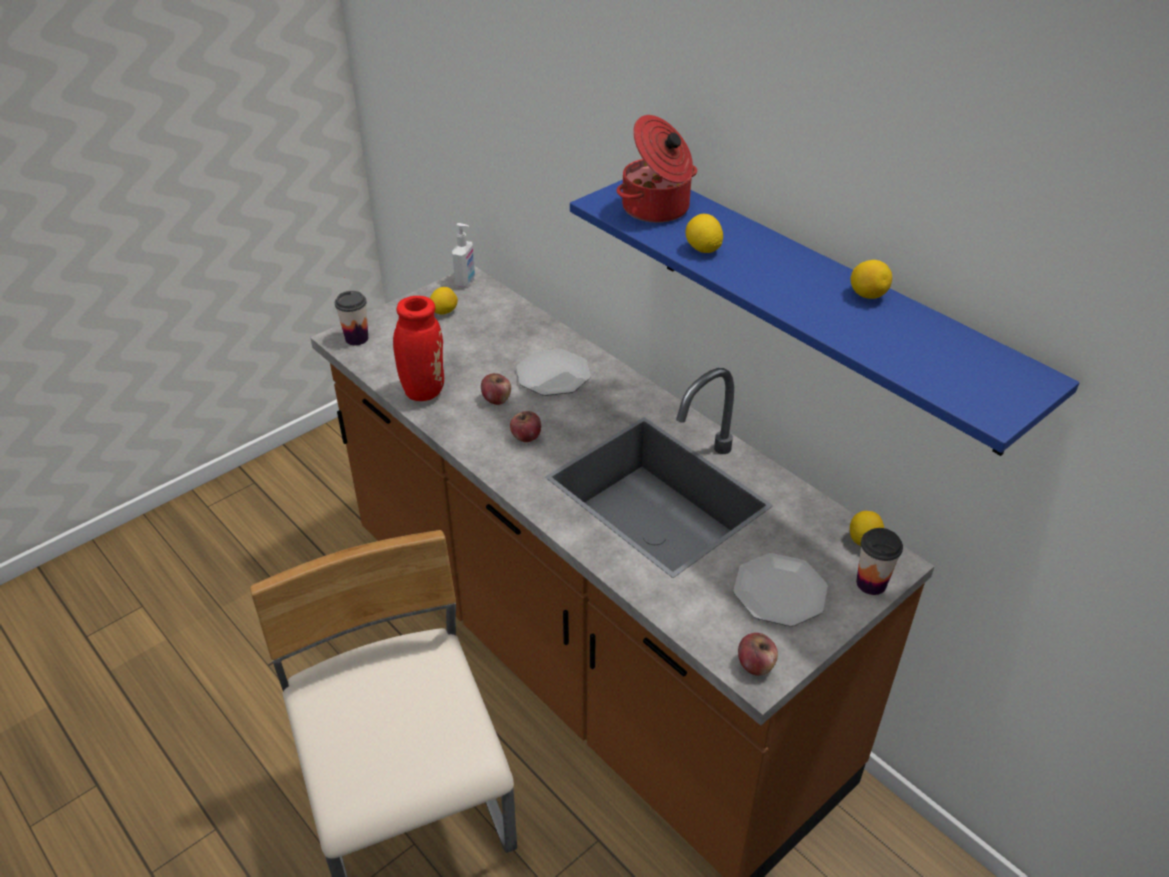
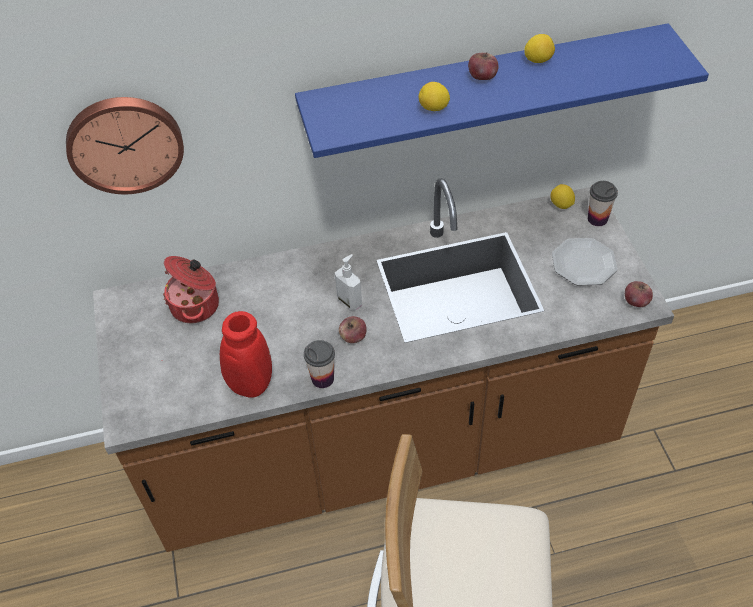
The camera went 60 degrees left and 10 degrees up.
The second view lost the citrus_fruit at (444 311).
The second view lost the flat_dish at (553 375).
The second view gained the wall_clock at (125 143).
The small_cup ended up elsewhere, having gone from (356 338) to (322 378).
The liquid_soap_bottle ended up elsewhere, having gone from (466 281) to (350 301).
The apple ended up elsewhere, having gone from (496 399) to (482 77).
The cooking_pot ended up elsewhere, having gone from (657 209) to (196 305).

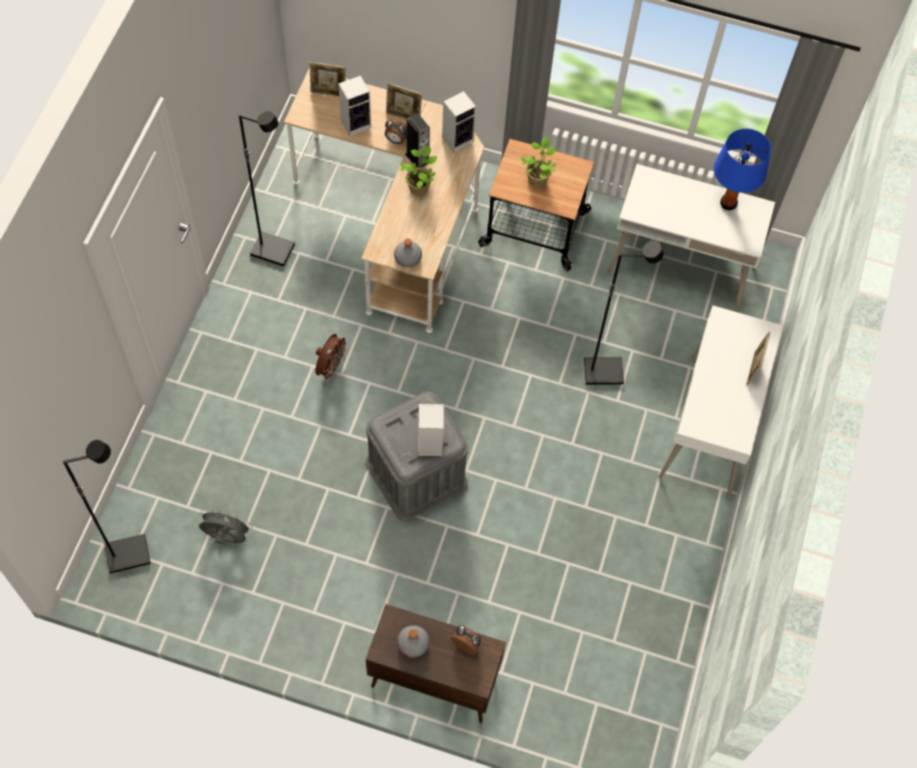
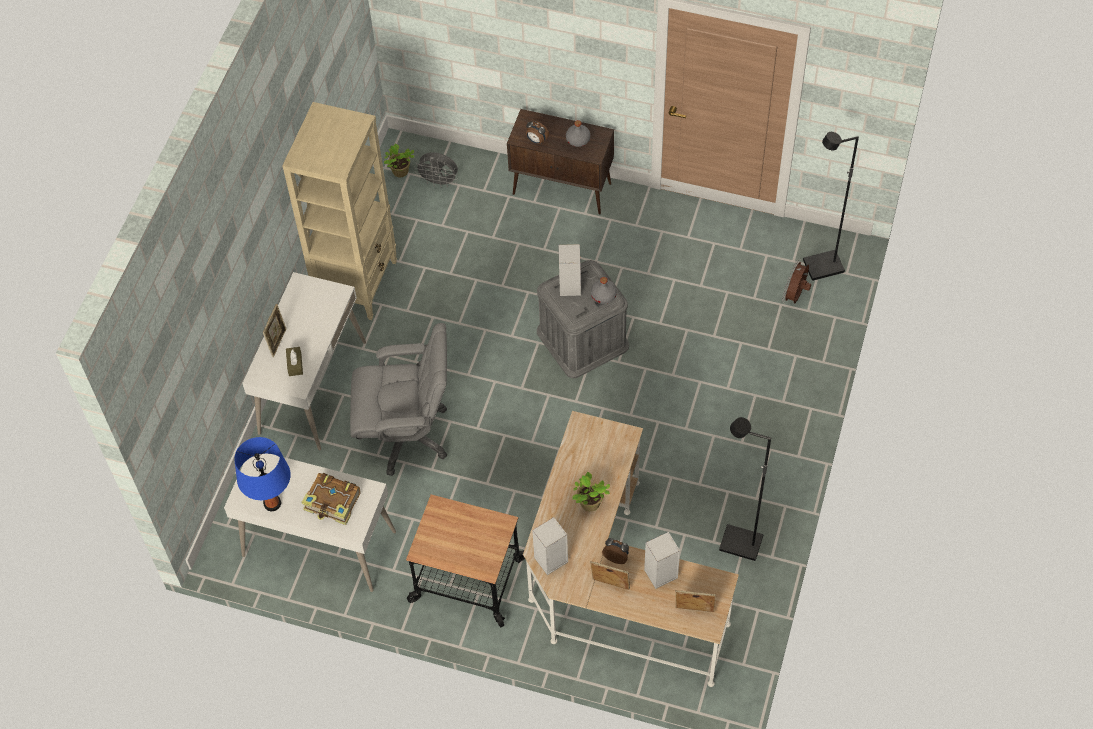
The camera went 175 degrees left and 5 degrees down.
The second view lost the speaker at (417 158).
The second view gained the beige_bookcase at (358 283).
The second view gained the brown_tissue_box at (295 364).
The second view gained the volume at (333 503).
The gray_electric_fan ended up elsewhere, having gone from (226 537) to (439 182).
The brown_electric_fan ended up elsewhere, having gone from (331 368) to (795 296).
The gray_drink_bottle ended up elsewhere, having gone from (407 258) to (604 295).
The houseplant ended up elsewhere, having gone from (537 179) to (400 172).
Where the blackish_floor_lamp stood at (604 371), the gray_office_chair came to stand at (407 434).

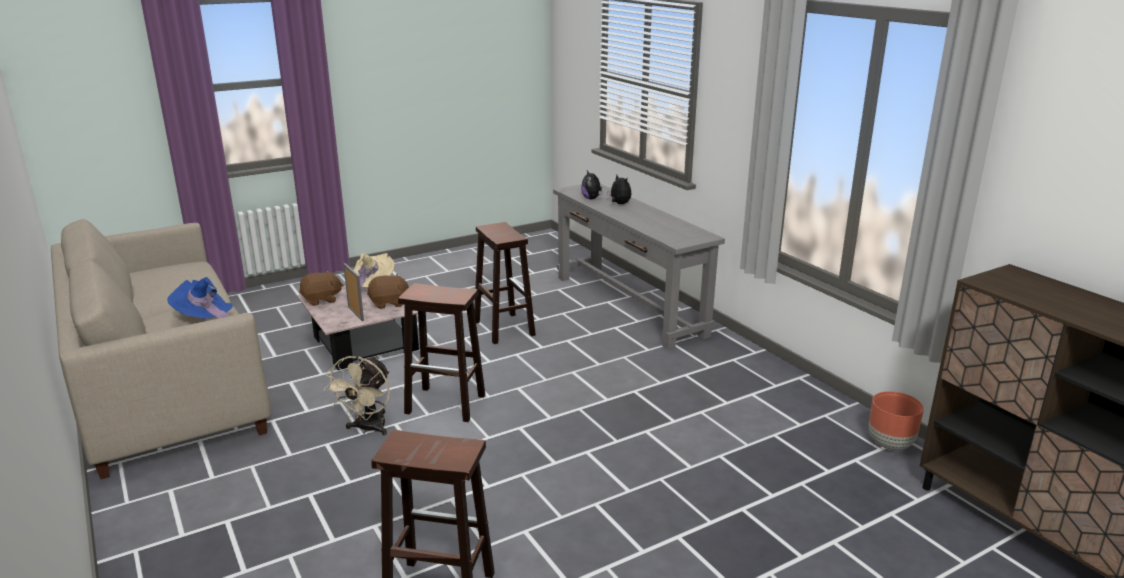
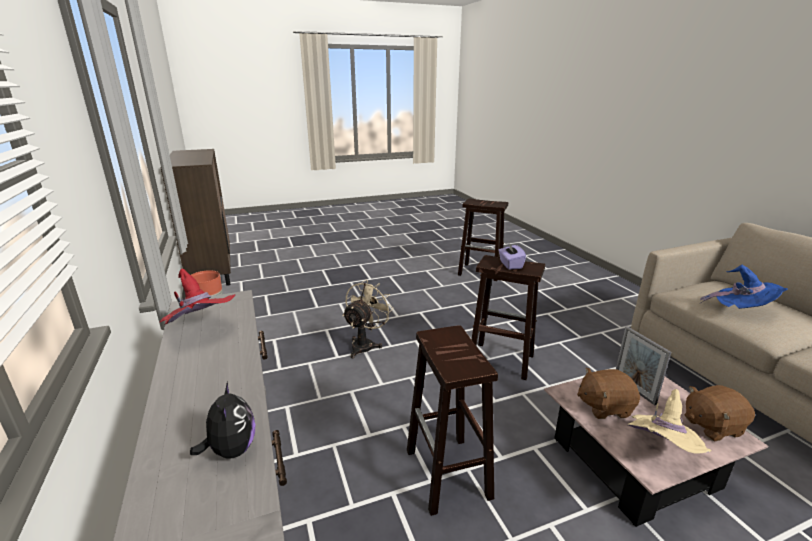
The camera went 170 degrees left and 0 degrees up.
The second view lost the plush_toy at (619 204).
The second view gained the red-coloured_wearable_hat at (201 329).
The second view gained the purple_tissue_box at (510 265).
The beige_electric_fan ended up elsewhere, having gone from (368 429) to (365 344).

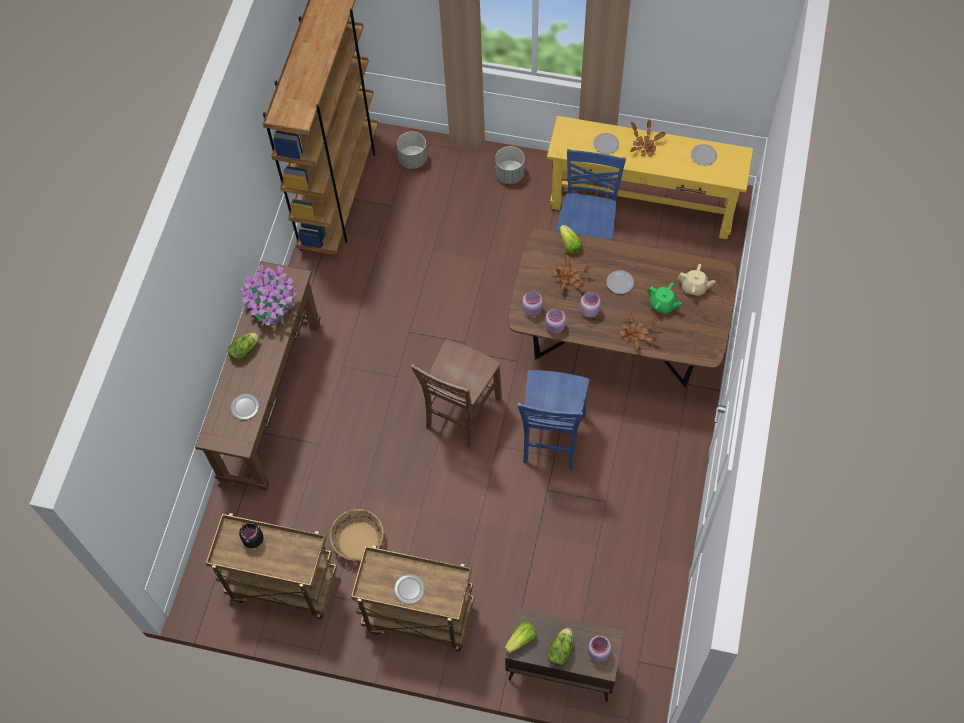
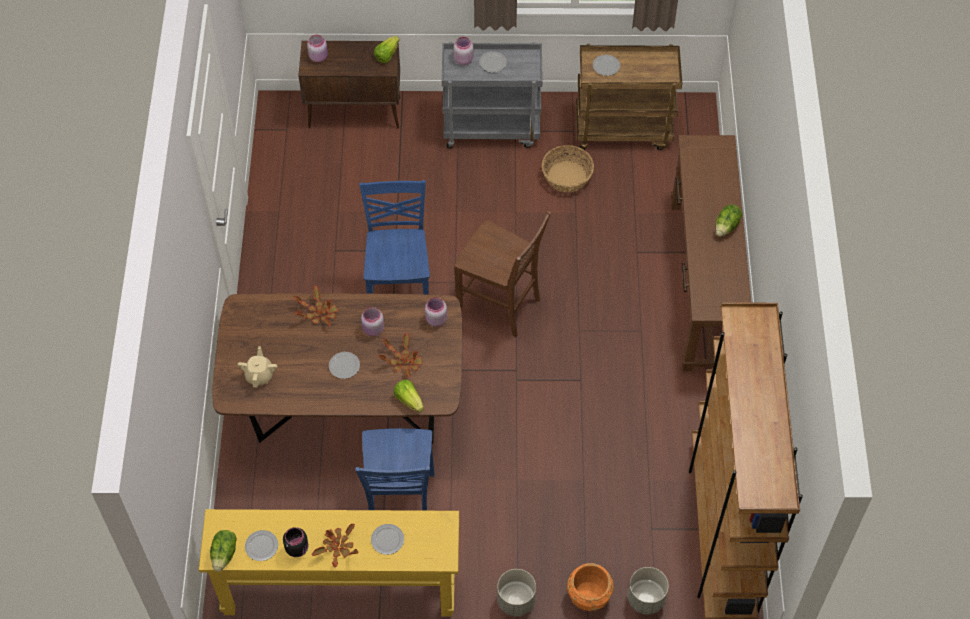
The camera went 165 degrees right and 5 degrees down.
The second view lost the houseplant at (271 305).
The second view lost the greenish_teapot at (662 305).
The second view gained the orange-coloured_planter at (588 596).
The flat_dish ended up elsewhere, having gone from (245 407) to (605 66).
The blackish_jar ended up elsewhere, having gone from (253 540) to (298 548).
The pink-coloured_jar ended up elsewhere, having gone from (555 327) to (463 59).
The lettuce ended up elsewhere, having gone from (560 650) to (225 554).
What was the brown_wheeled_cart at (418 617) turned into the gray_wheeled_cart at (492 128).
The brown_upright_chair at (461 413) ended up facing another way, 105 degrees clockwise from before.
The beige_teapot at (694 287) ended up facing another way, 90 degrees clockwise from before.

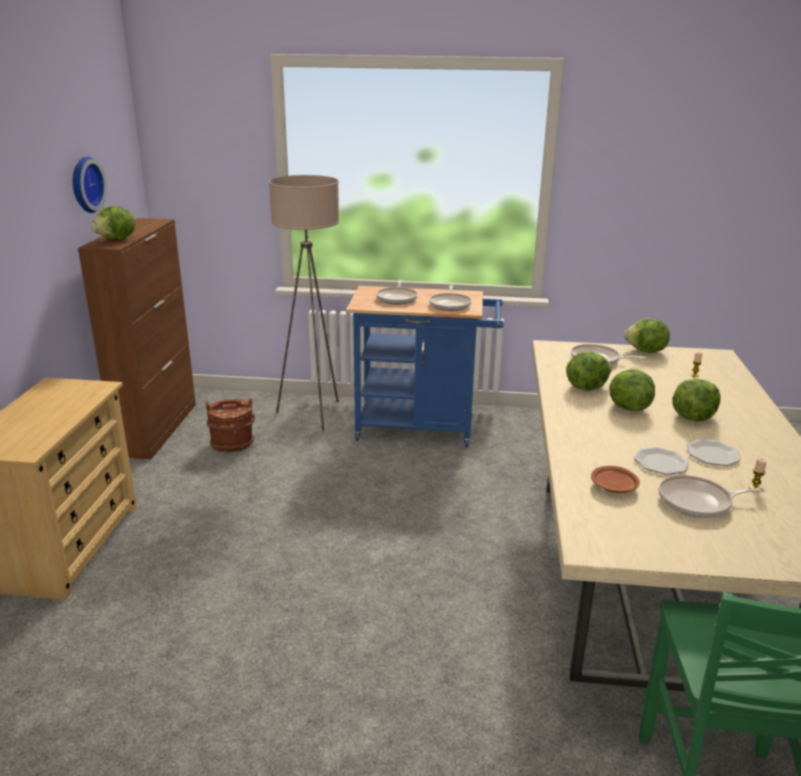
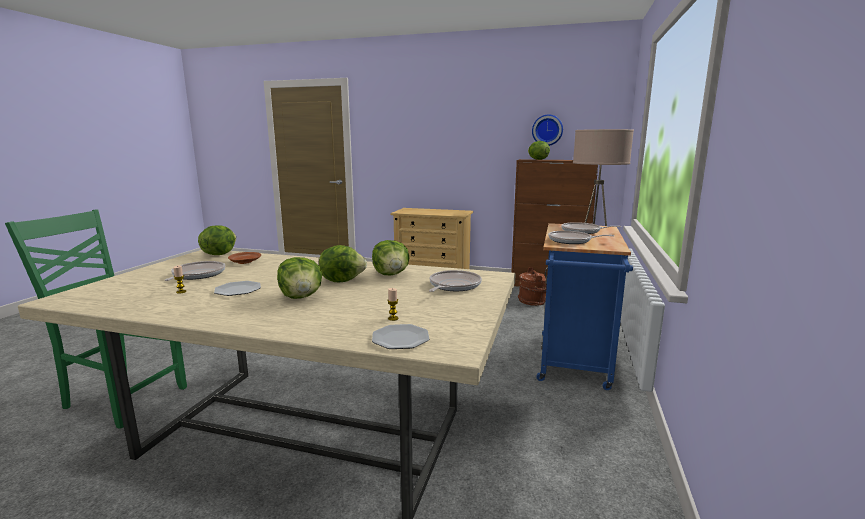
The camera went 100 degrees right and 10 degrees down.
The lettuce ended up elsewhere, having gone from (646 351) to (219 254).
The flat_dish ended up elsewhere, having gone from (661 463) to (400 339).

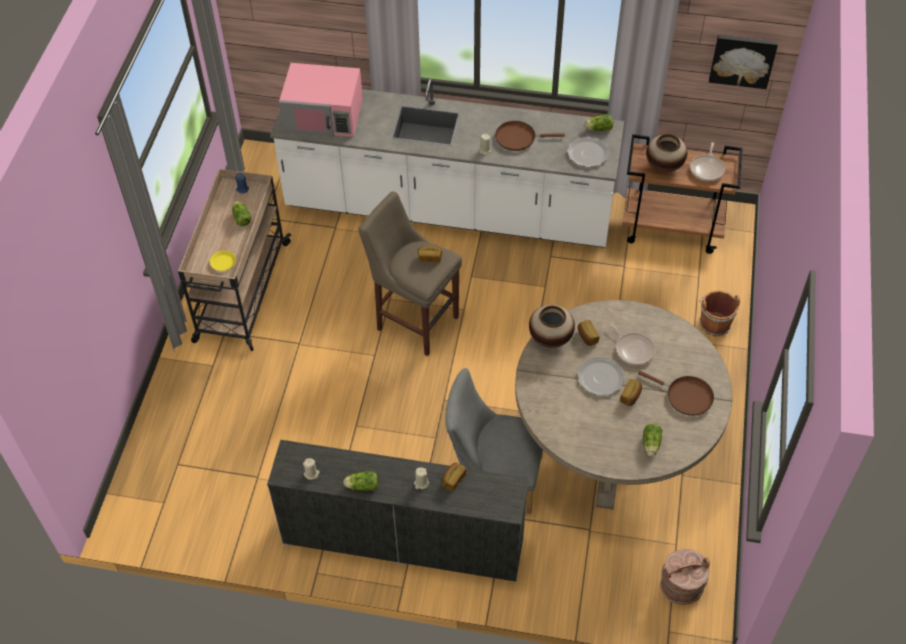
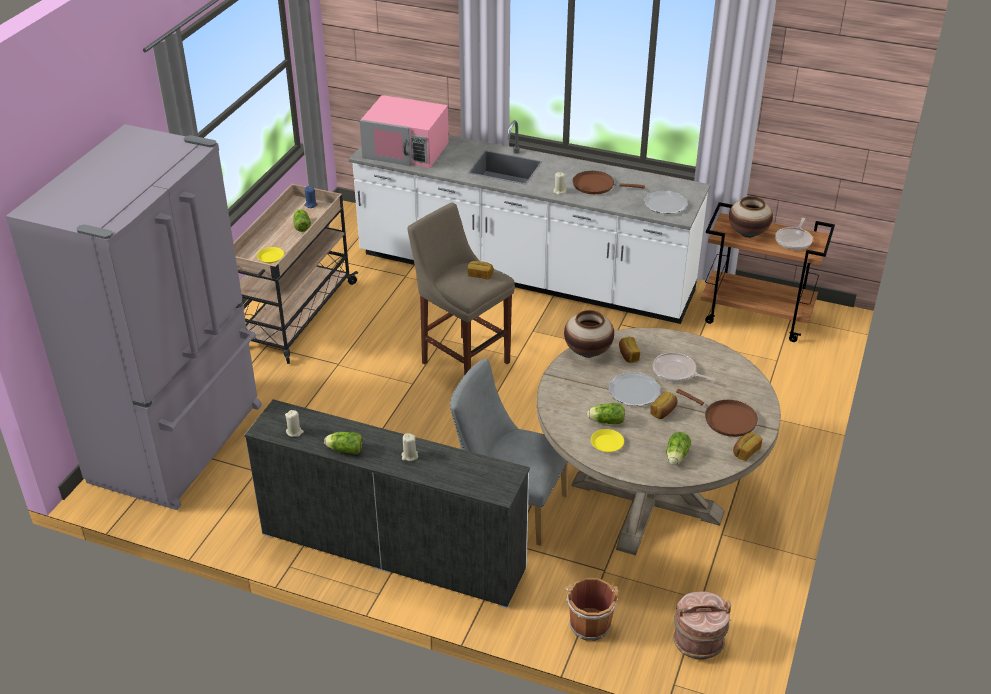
The camera went 10 degrees right and 15 degrees down.
The second view lost the wall_art at (742 60).
The second view gained the gray_refrigerator at (181 443).
The second view gained the yellowish_flat_dish at (607 443).
The bakery_bread ended up elsewhere, having gone from (453 479) to (745 451).
The lettuce ended up elsewhere, having gone from (598 128) to (605 421).
The brown_bucket ended up elsewhere, having gone from (714 323) to (589 623).
The frying_pan at (633 349) ended up facing another way, 150 degrees clockwise from before.

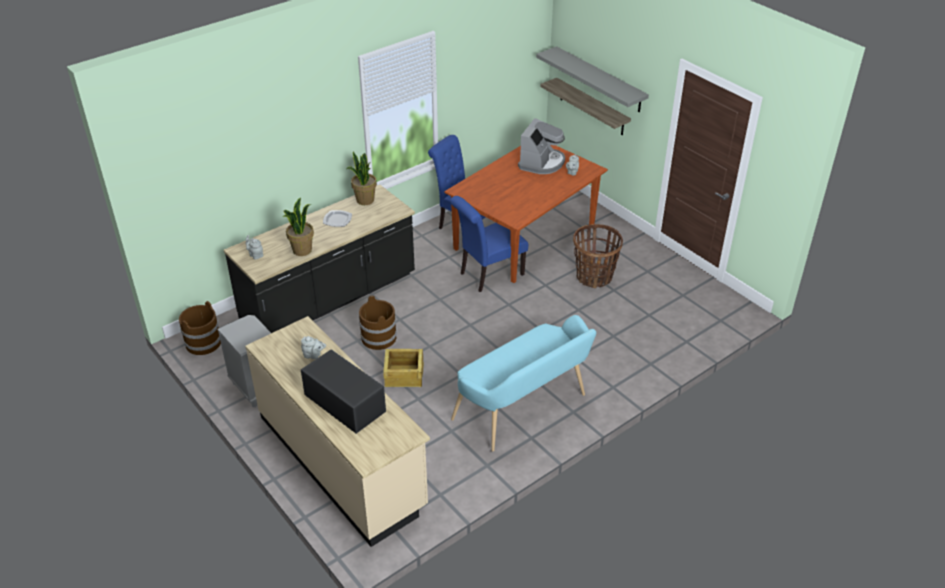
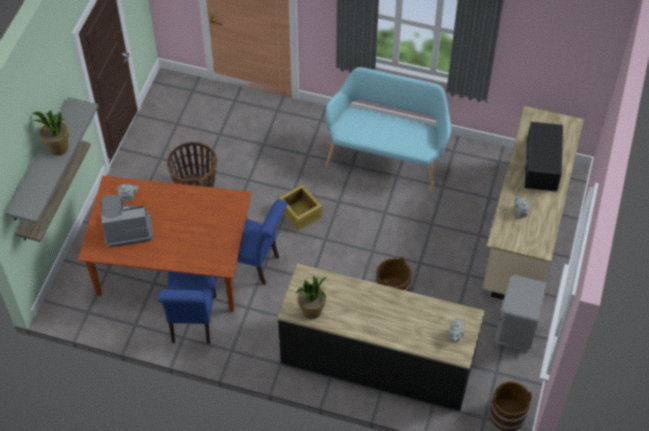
The camera went 125 degrees left and 15 degrees up.
The second view lost the flat_dish at (337 219).
The houseplant ended up elsewhere, having gone from (302 250) to (58 148).
The shipping_crate ended up elsewhere, having gone from (403 375) to (300 213).

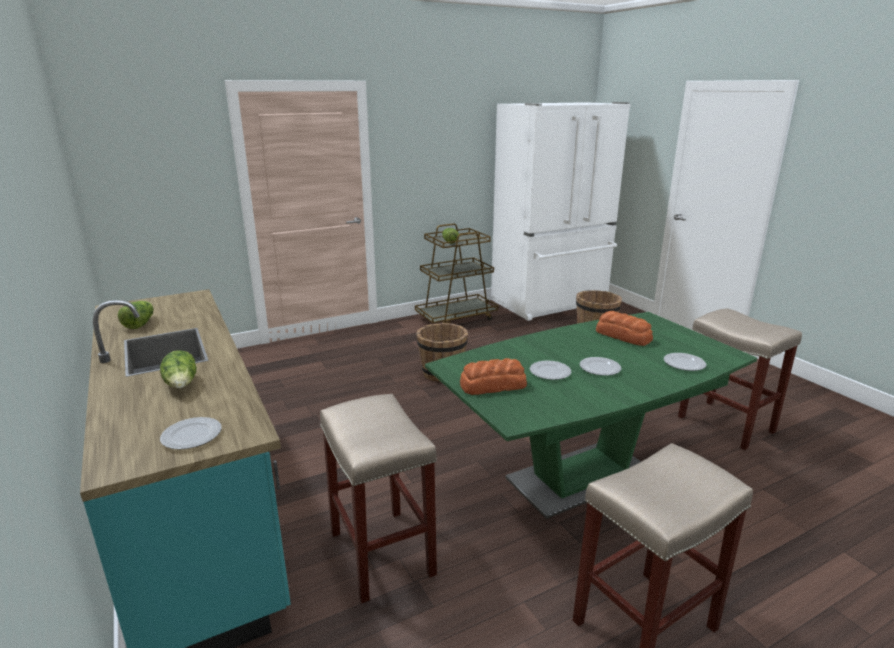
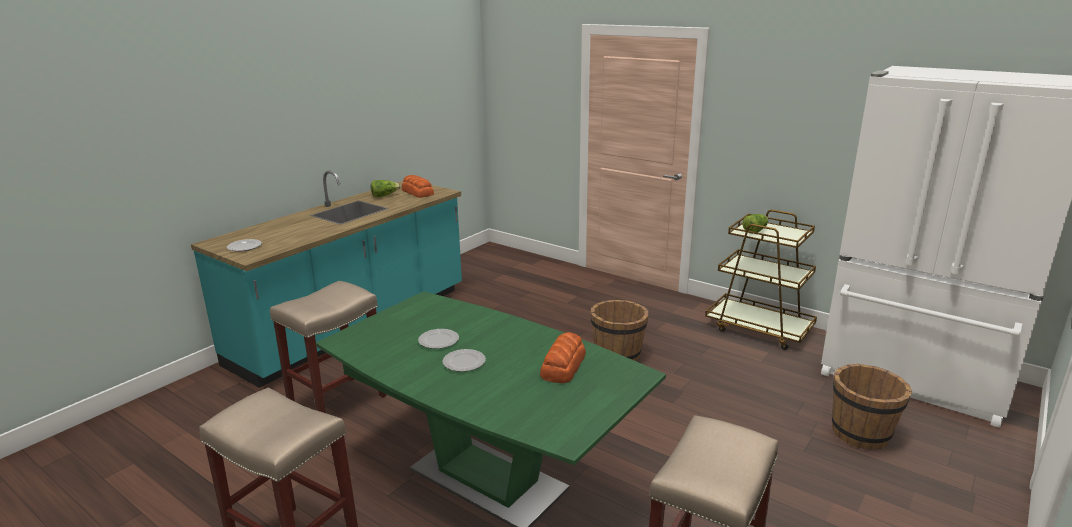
The camera went 65 degrees right and 0 degrees up.
The second view lost the lettuce at (182 385).
The second view lost the flat_dish at (684 364).
The bakery_bread ended up elsewhere, having gone from (492 385) to (417 192).

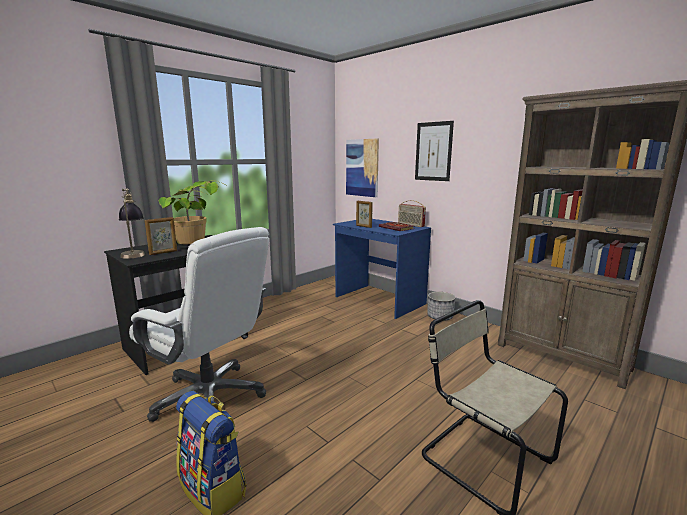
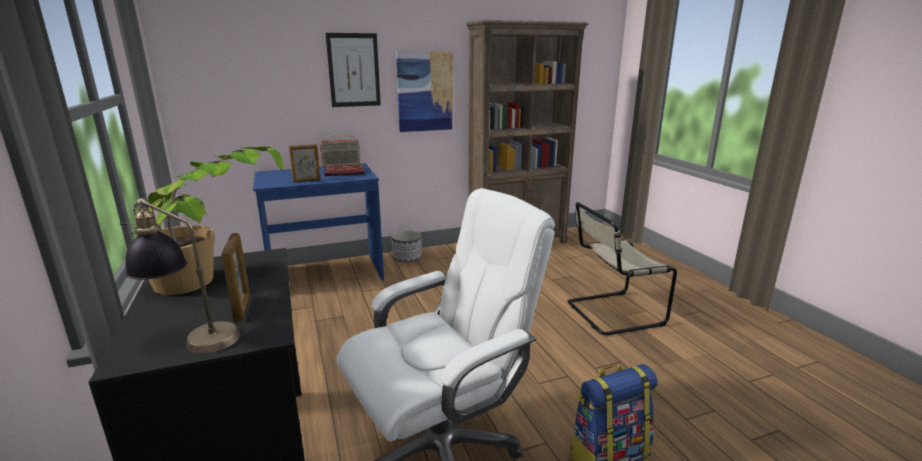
The camera went 65 degrees left and 5 degrees up.
The wall_art ended up elsewhere, having gone from (362 168) to (425 92).

